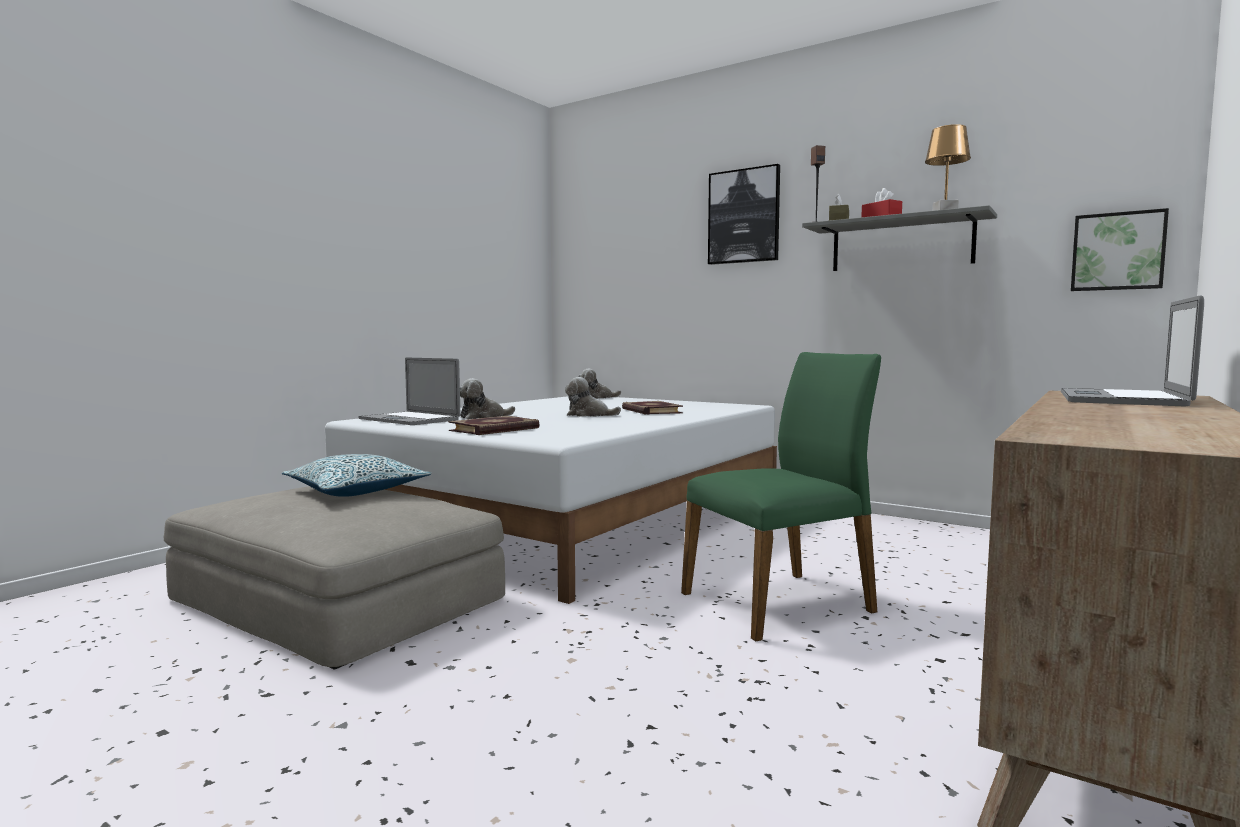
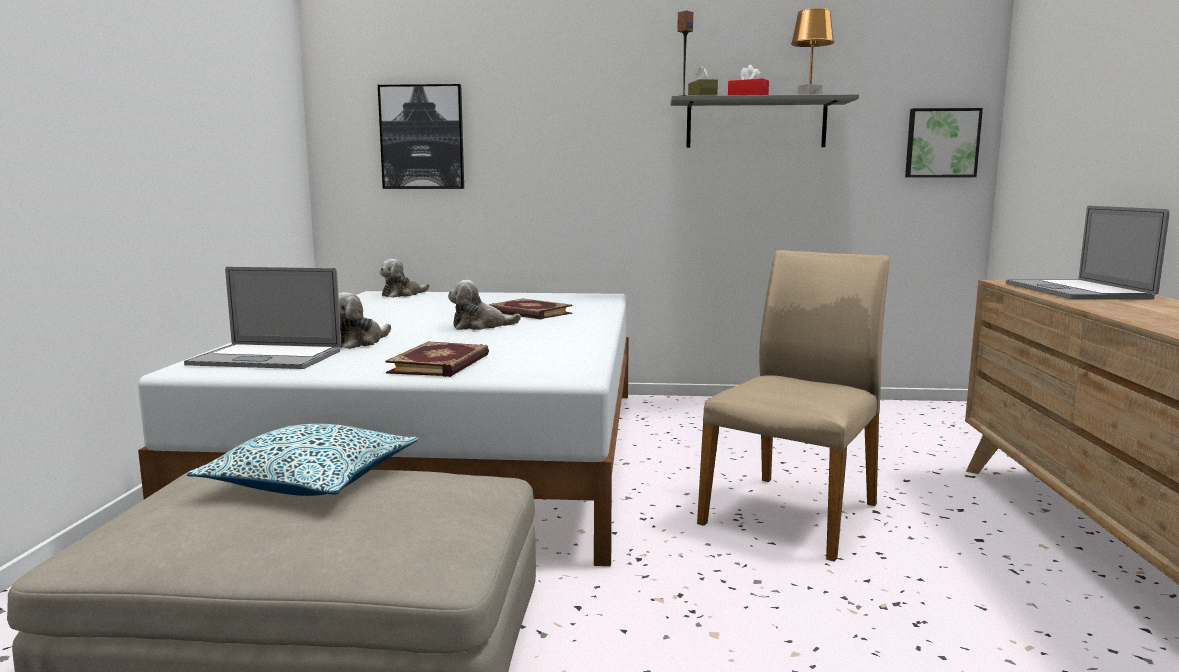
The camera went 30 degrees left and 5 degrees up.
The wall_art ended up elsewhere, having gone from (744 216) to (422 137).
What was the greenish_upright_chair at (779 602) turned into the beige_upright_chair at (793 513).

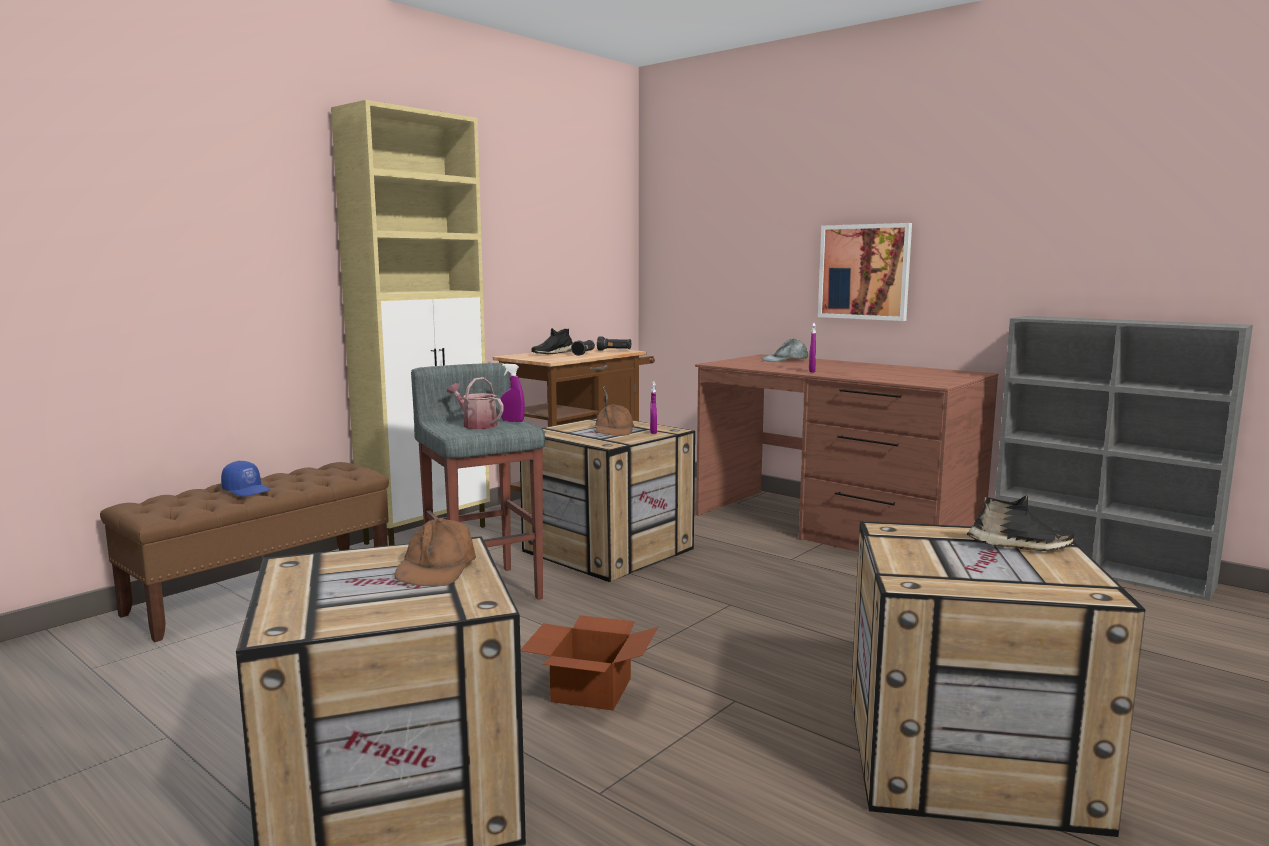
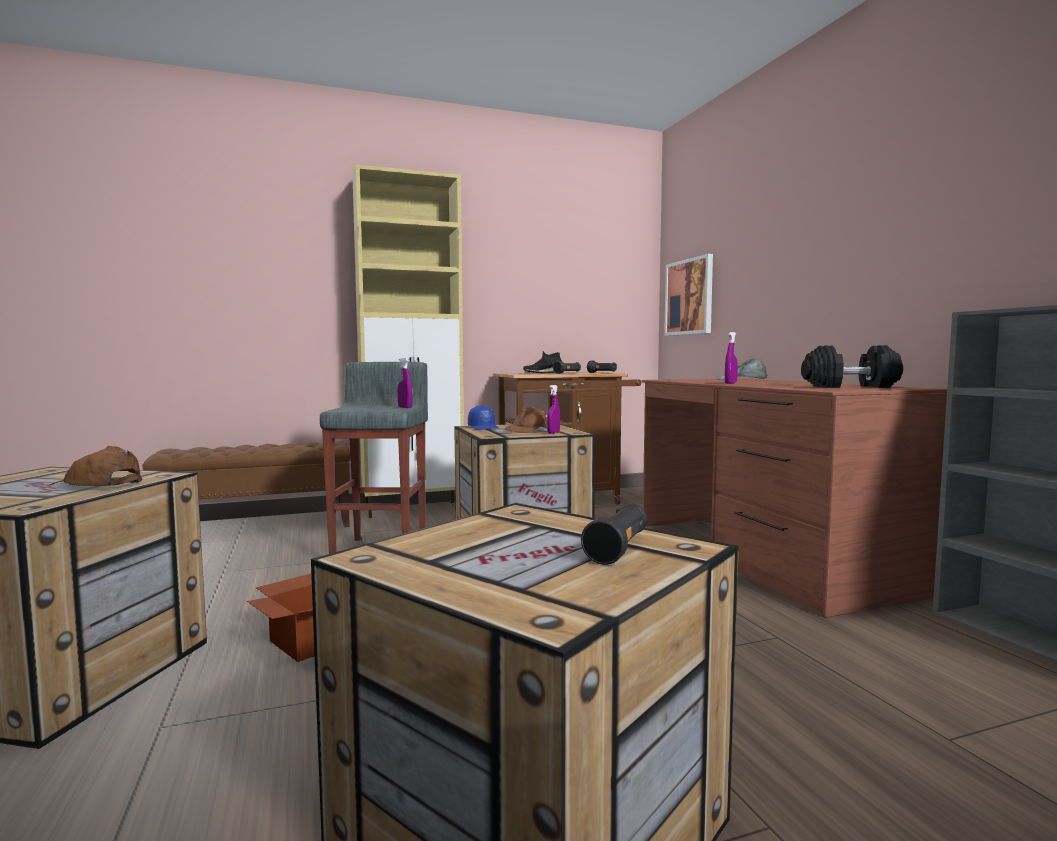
The camera went 30 degrees right and 5 degrees down.
The second view lost the watering_can at (476 425).
The second view gained the blackish_free_weight at (850 387).
The blue_cap ended up elsewhere, having gone from (247 490) to (484 428).
The wall_art ended up elsewhere, having gone from (864 272) to (689 297).
Where the blackish_shoe stood at (1020 547), the blackish_flashlight came to stand at (618 550).
The brown_cap at (436 568) ended up facing another way, 75 degrees clockwise from before.

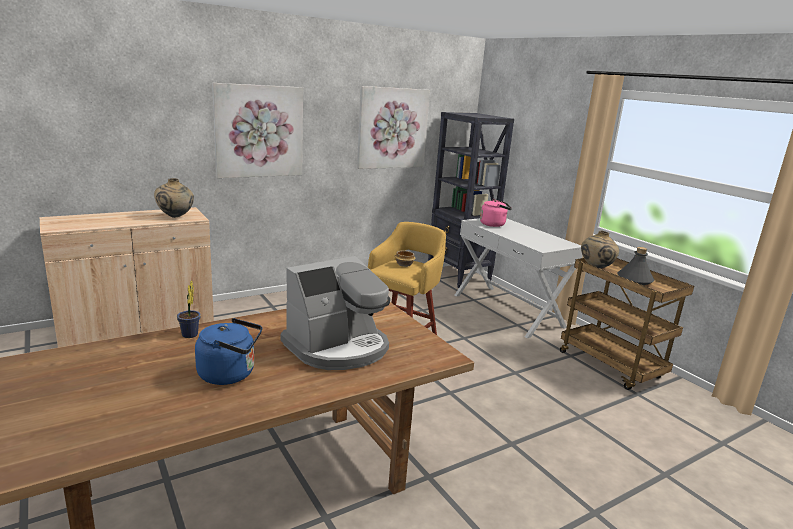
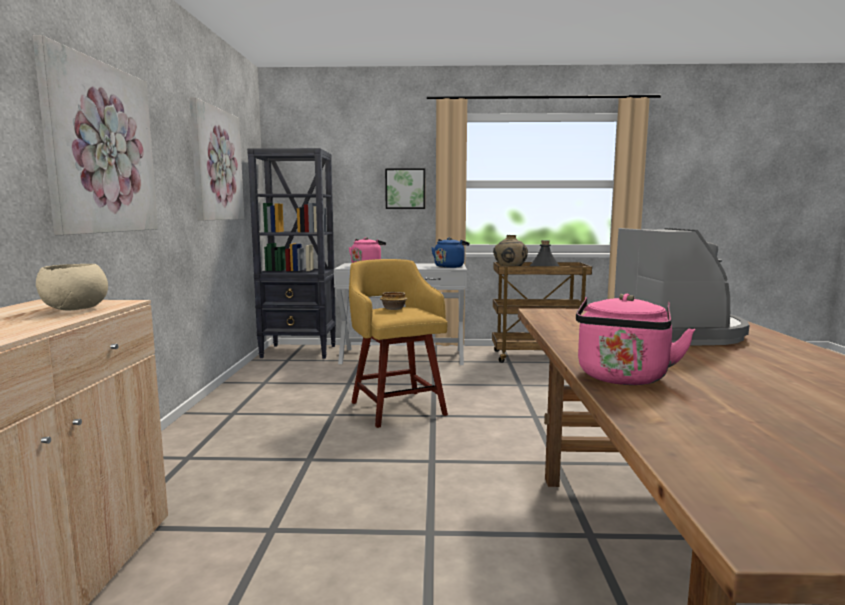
The camera went 55 degrees left and 10 degrees down.
The second view gained the wall_art at (405 188).
The blue_tea_kettle ended up elsewhere, having gone from (230 374) to (450 266).
Where the beige_flower_vase stood at (175 217), the beige_deep_dish came to stand at (74 309).
Where the houseplant stood at (189 336), the pink-coloured_tea_kettle came to stand at (622 379).

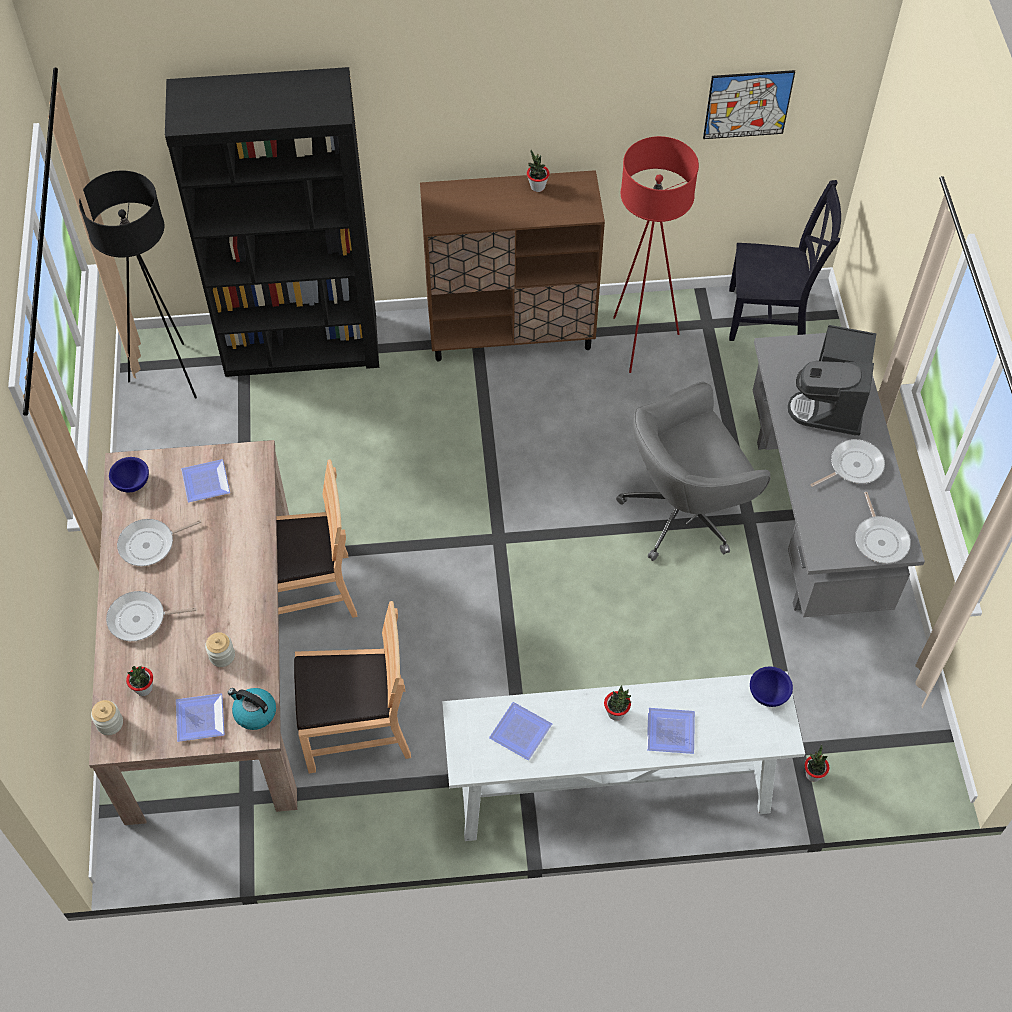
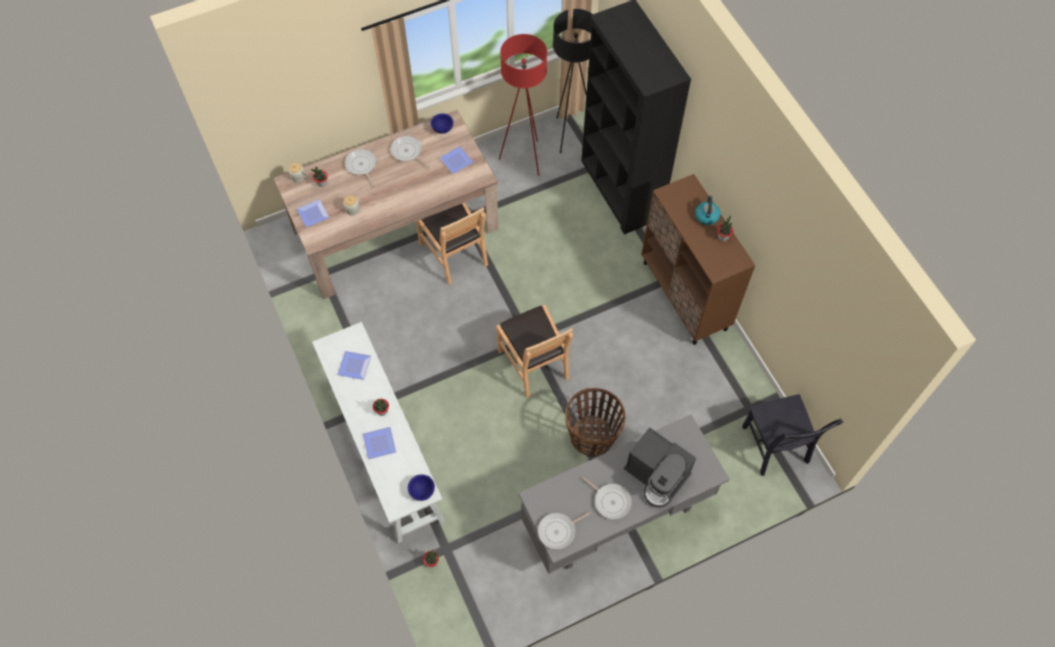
The camera went 70 degrees right and 5 degrees up.
The second view lost the wall_art at (748 104).
The tea_kettle ended up elsewhere, having gone from (254 713) to (706 216).
The brown_upright_chair ended up elsewhere, having gone from (356 727) to (534 363).
The red-coloured_floor_lamp ended up elsewhere, having gone from (640 342) to (524 158).
Where the gray_office_chair stood at (685 511), the basket came to stand at (592 437).
The coffee_maker at (832 403) ended up facing another way, 135 degrees counterclockwise from before.

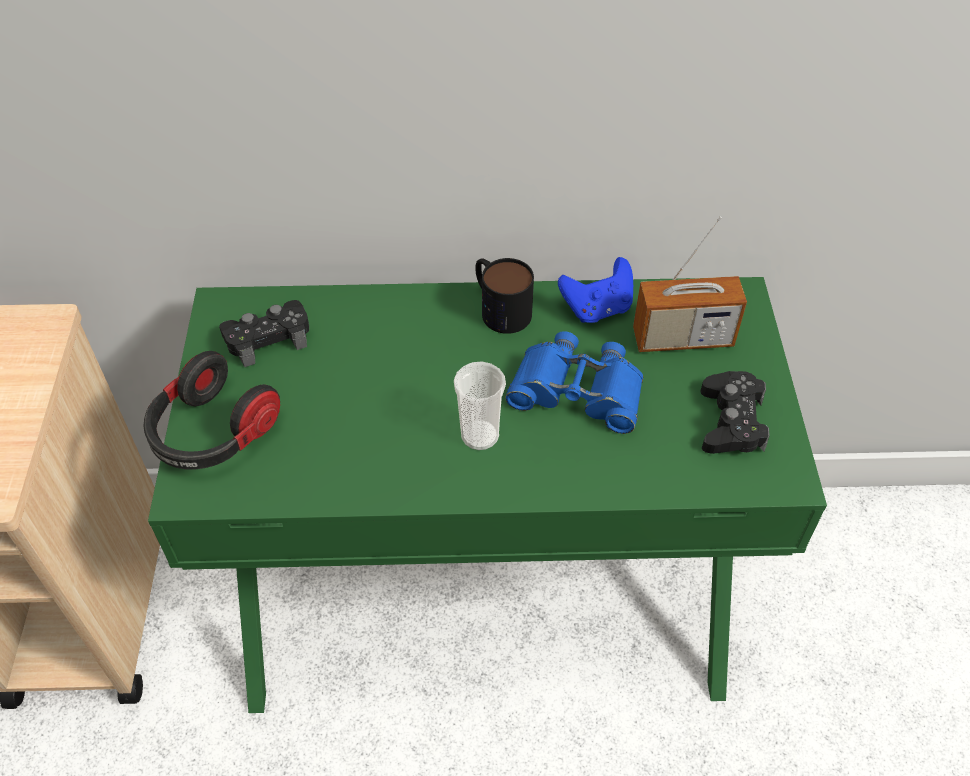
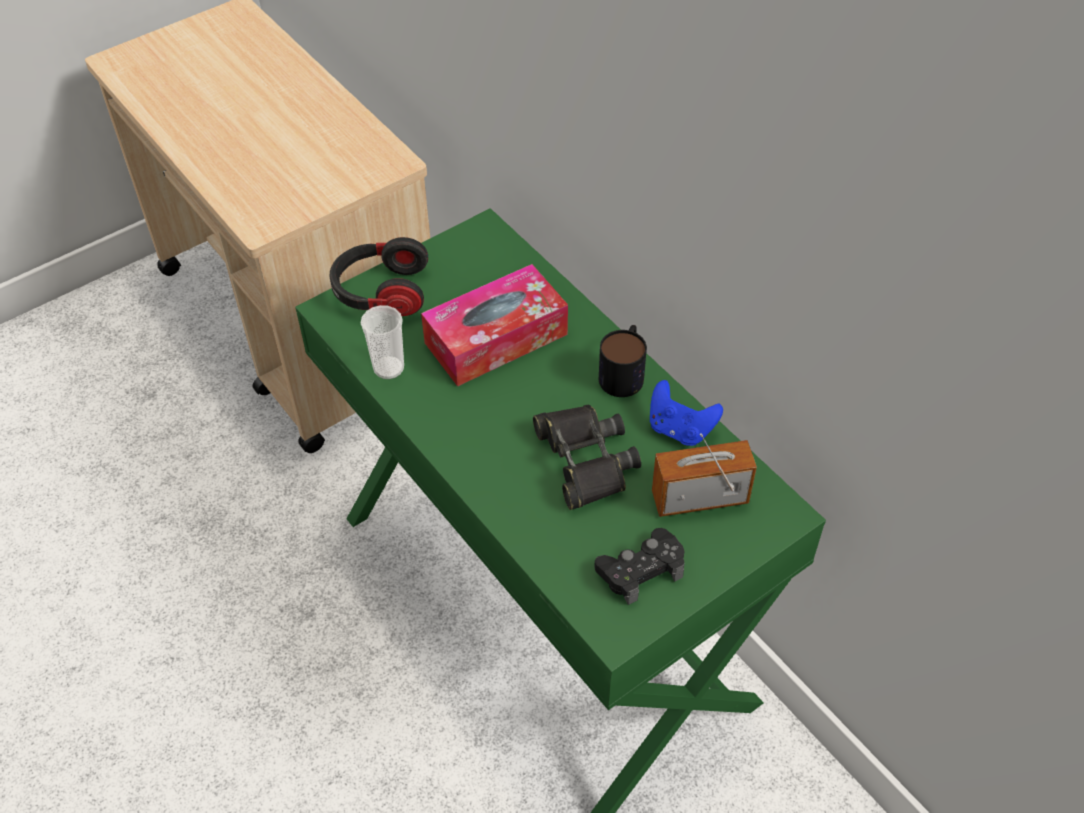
The camera went 55 degrees right and 0 degrees up.
The second view lost the blackish_gamepad at (268 338).
The second view gained the tissue_box at (496 338).
The small_cup ended up elsewhere, having gone from (480 435) to (388 368).
What was the blue_pair_of_binoculars at (577 391) turned into the blackish_pair_of_binoculars at (585 460).
The radio_receiver at (682 338) ended up facing another way, 120 degrees clockwise from before.

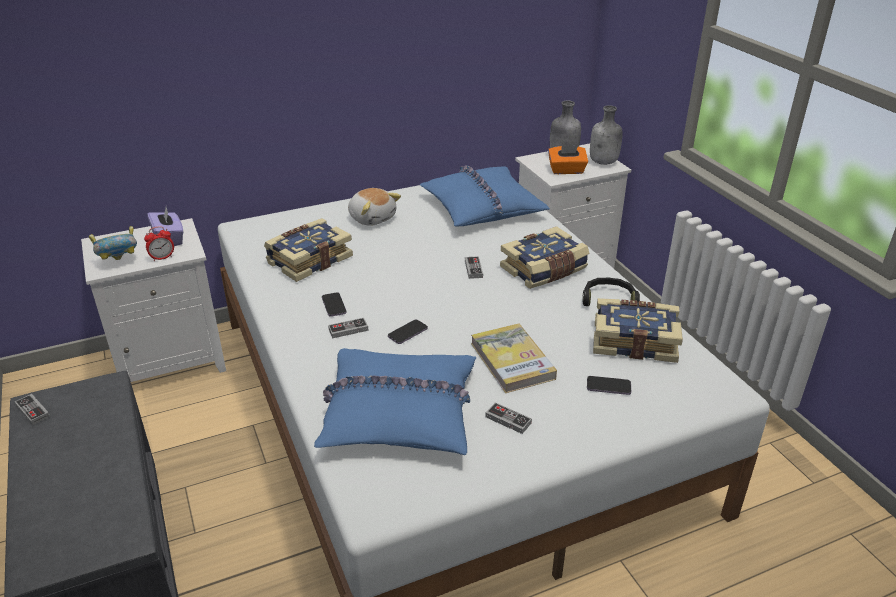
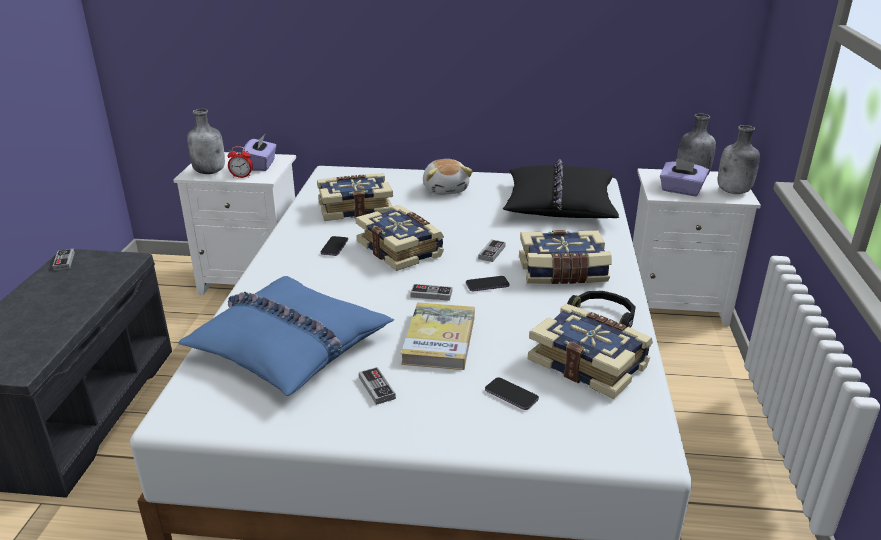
The camera went 30 degrees right and 5 degrees down.
The second view gained the volume at (401 249).
The gamepad ended up elsewhere, having gone from (348 330) to (431 294).
The phone ended up elsewhere, having gone from (407 333) to (487 285).
Where the deep_dish stood at (119 261), the gray_drink_bottle came to stand at (210 172).
What was the blue_pillow at (481 207) turned into the blackish_pillow at (559 204).
What was the orange-coloured_tissue_box at (566 171) turned into the purple_tissue_box at (681 190).

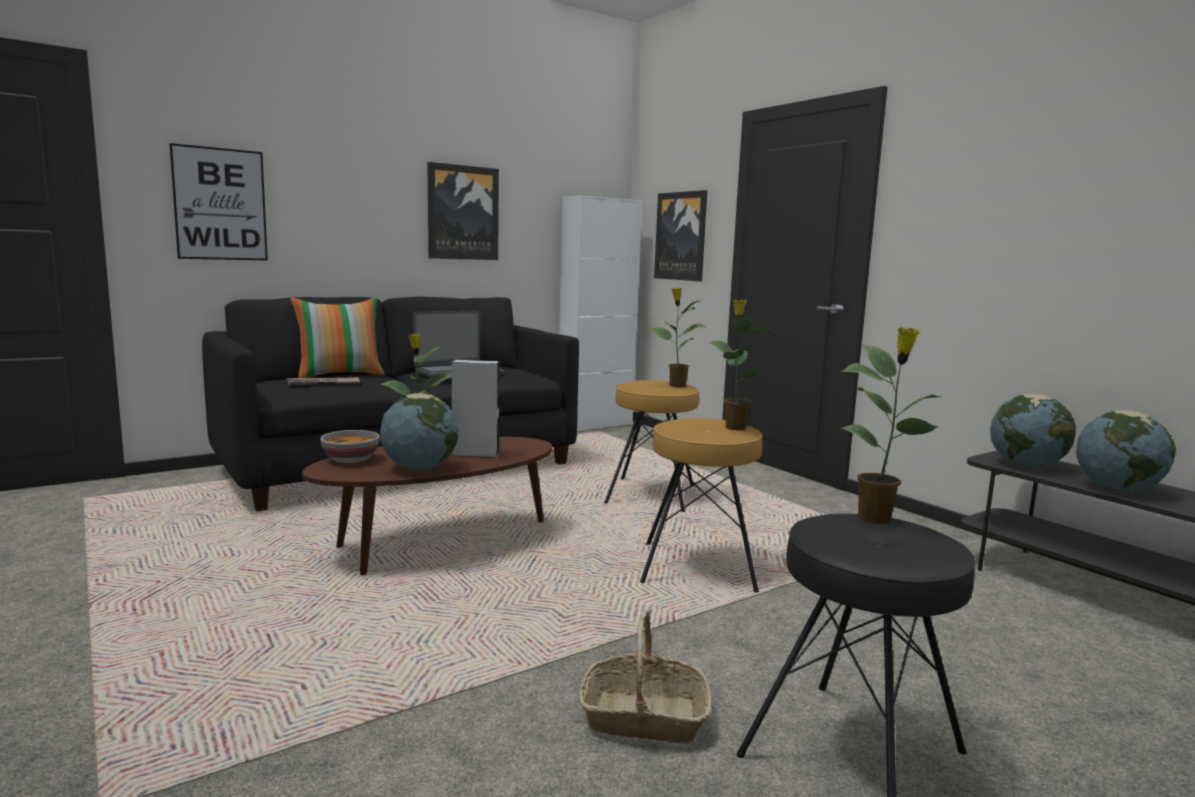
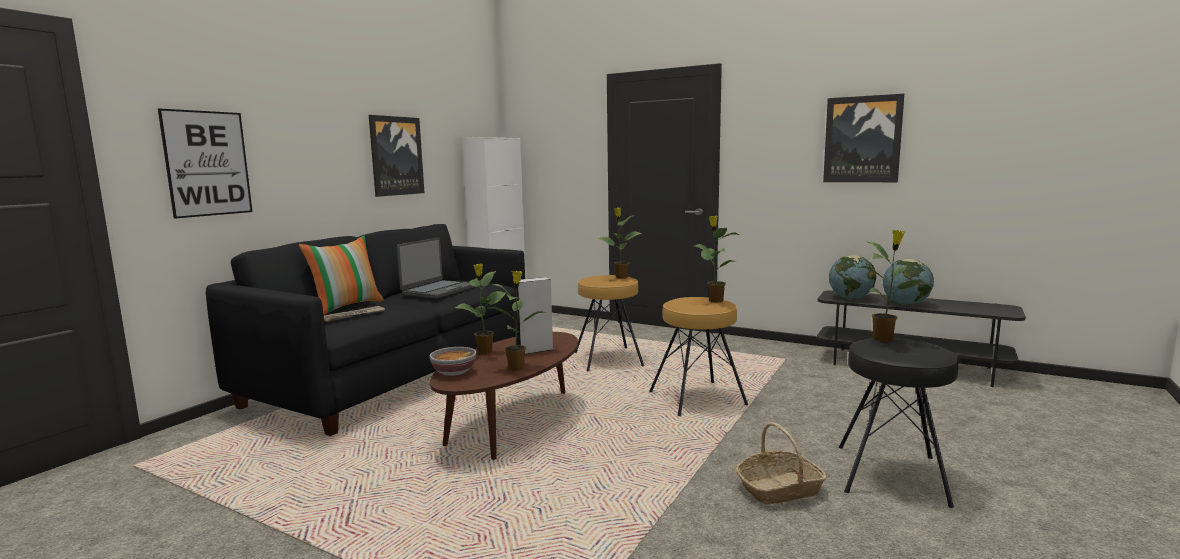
The camera went 25 degrees left and 0 degrees up.
The wall_art ended up elsewhere, having gone from (681 236) to (862 139).
Where the globe stood at (419 468), the houseplant came to stand at (517 368).

